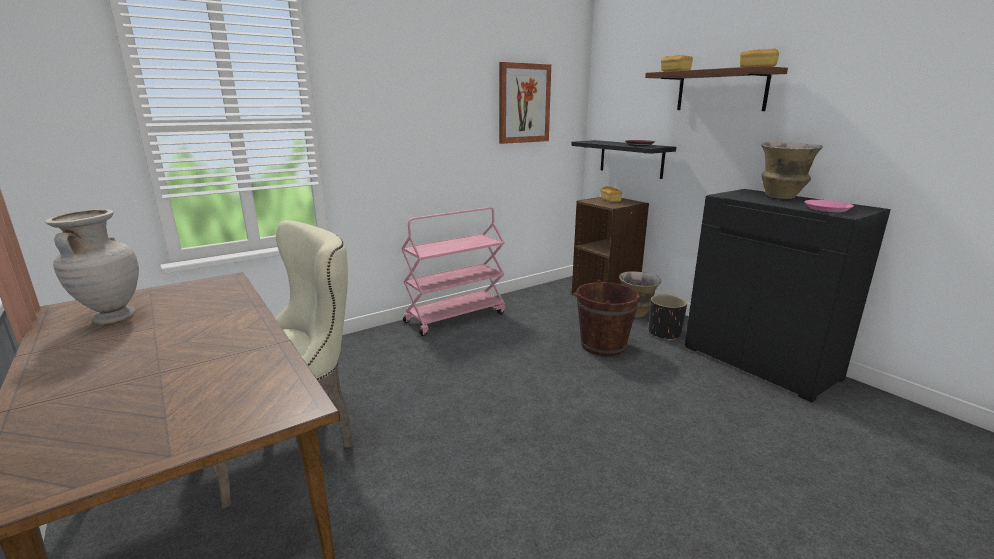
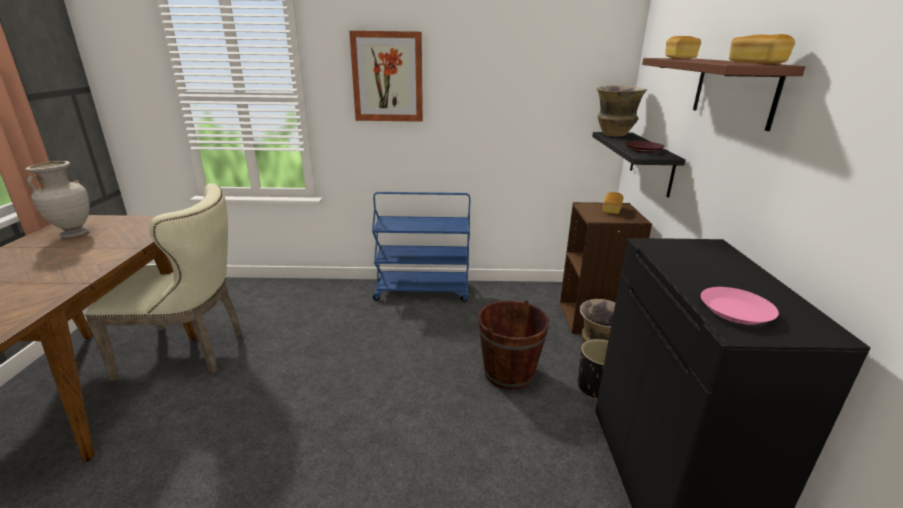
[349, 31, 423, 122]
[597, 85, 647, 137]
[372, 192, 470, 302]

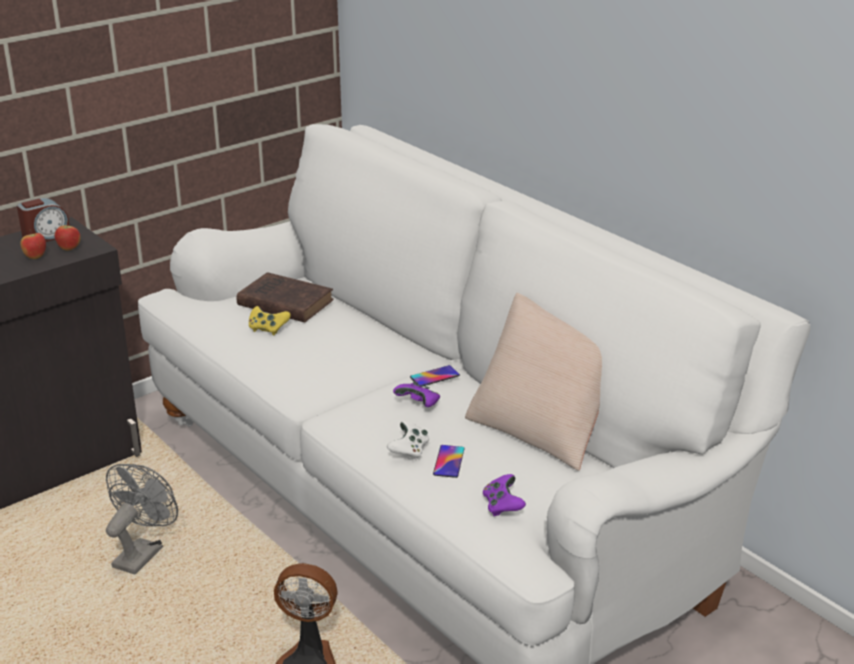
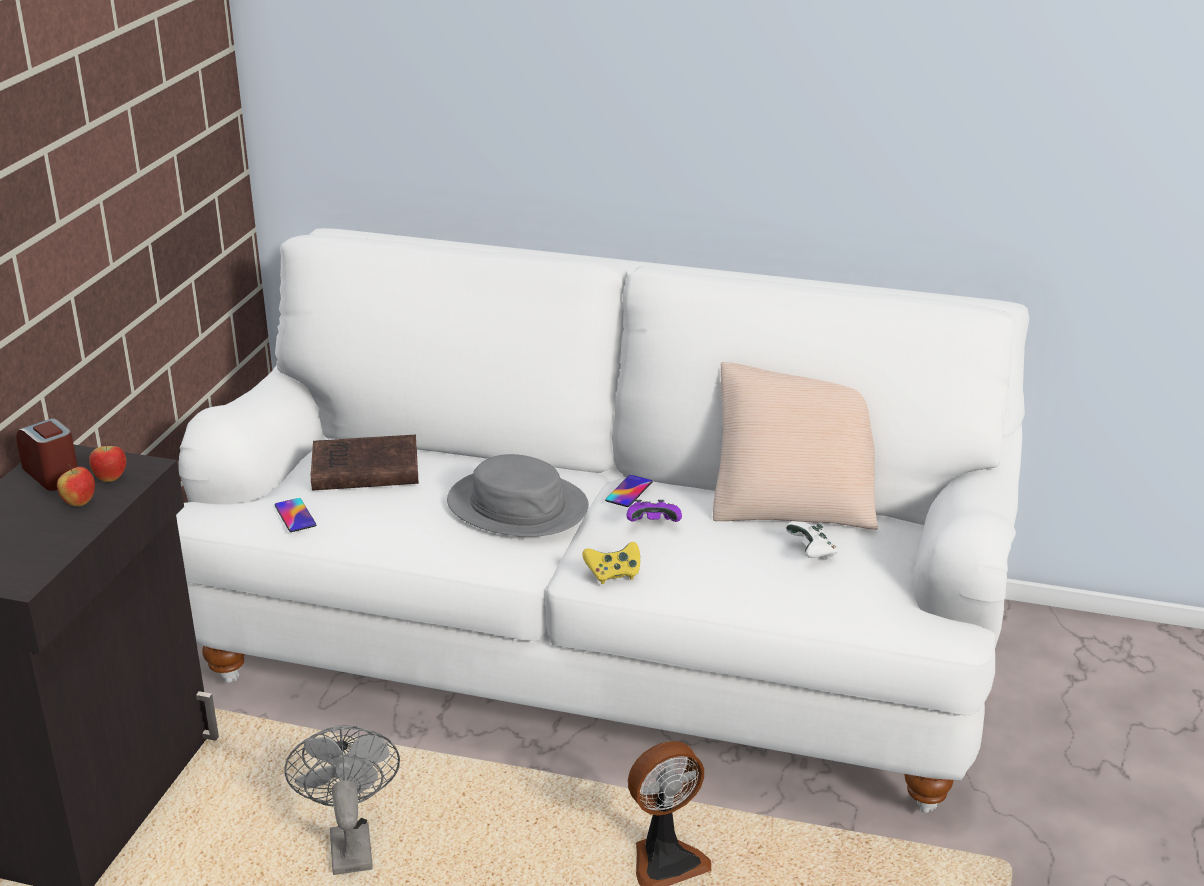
[483, 474, 526, 516] (first image)
[447, 454, 589, 537]
[582, 542, 640, 584]
[786, 521, 838, 560]
[274, 498, 316, 532]
[17, 418, 78, 491]

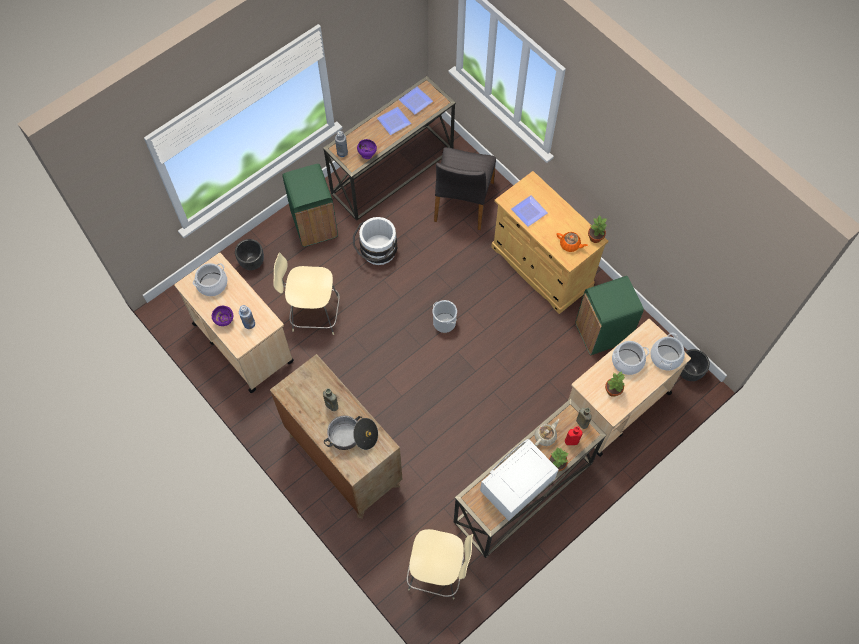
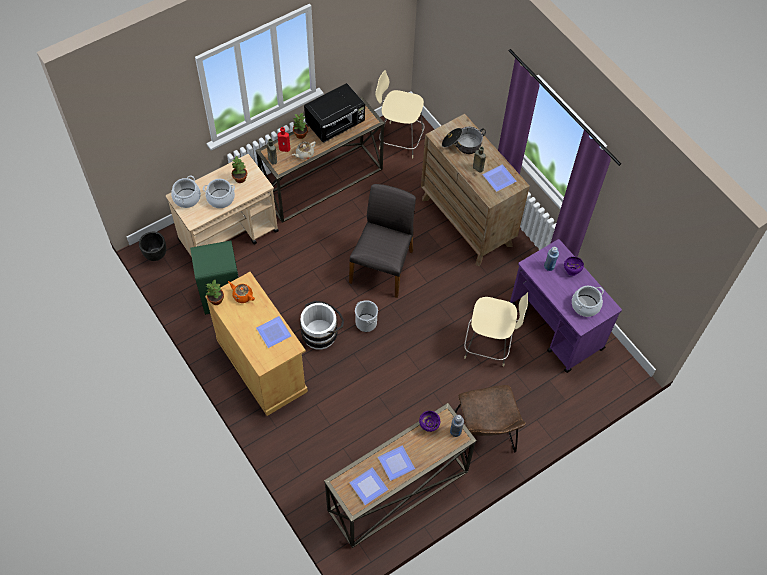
[235, 239, 264, 270] (first image)
[483, 164, 516, 192]
[300, 301, 344, 350]
[349, 184, 416, 298]
[455, 385, 525, 462]
[510, 239, 622, 373]
[304, 83, 365, 143]

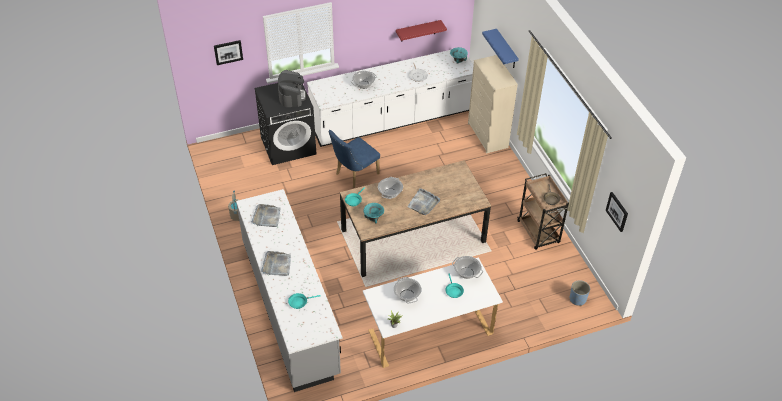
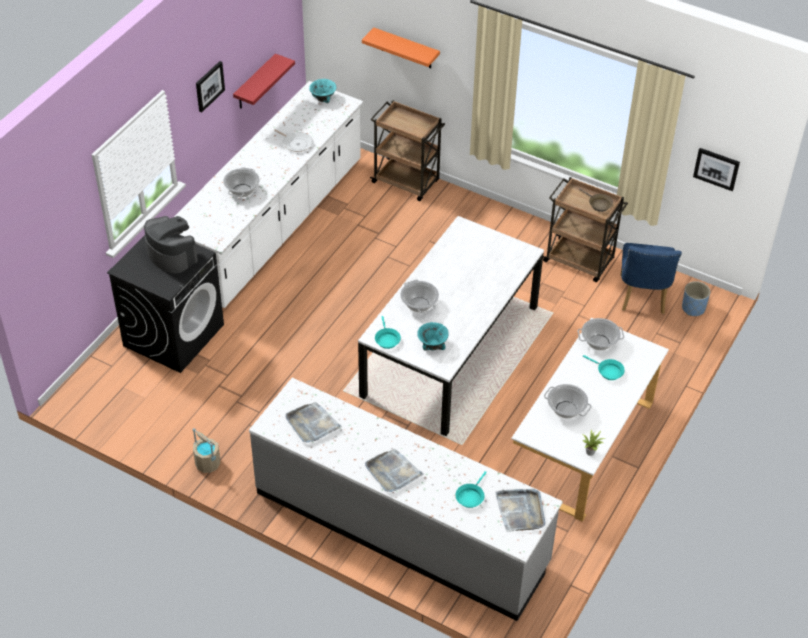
[196, 61, 225, 113]
[620, 243, 682, 314]
[495, 489, 545, 531]
[370, 100, 445, 201]
[358, 216, 544, 436]
[362, 28, 440, 68]

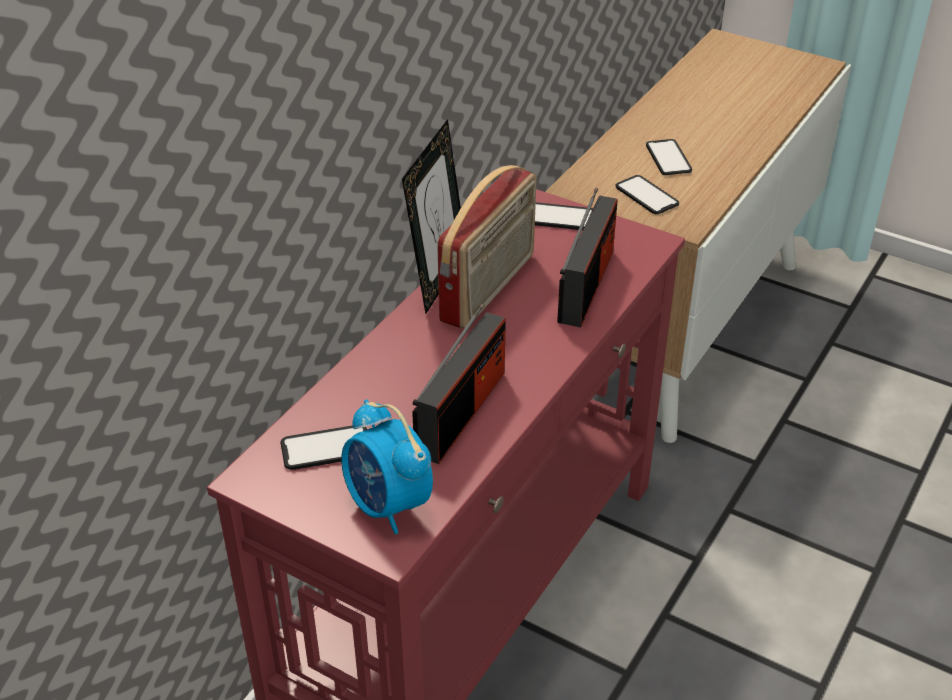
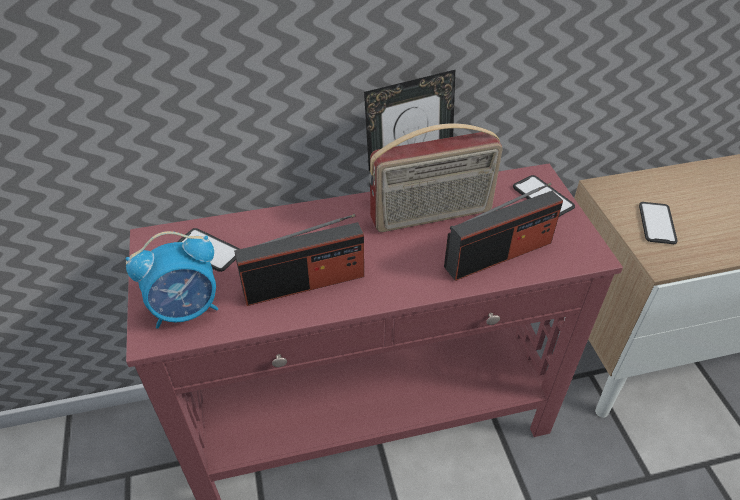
[646, 139, 692, 175] (first image)
[125, 231, 218, 329]

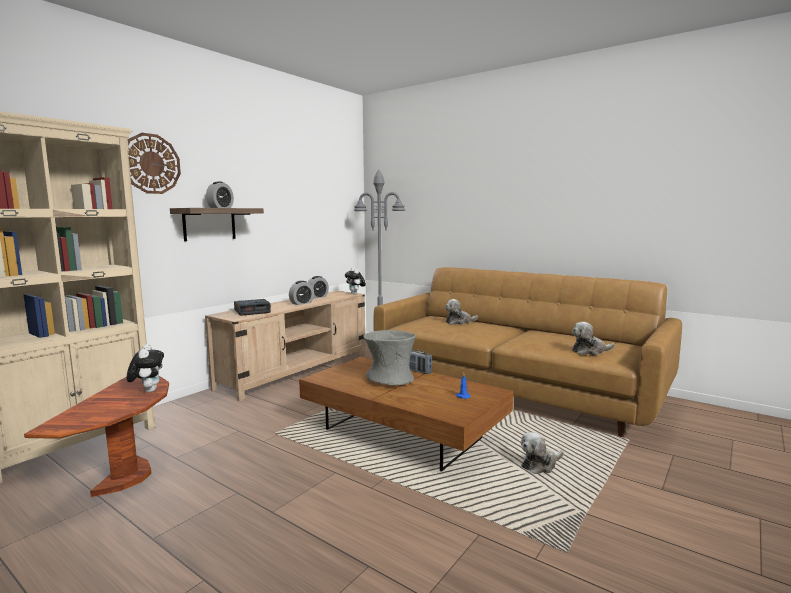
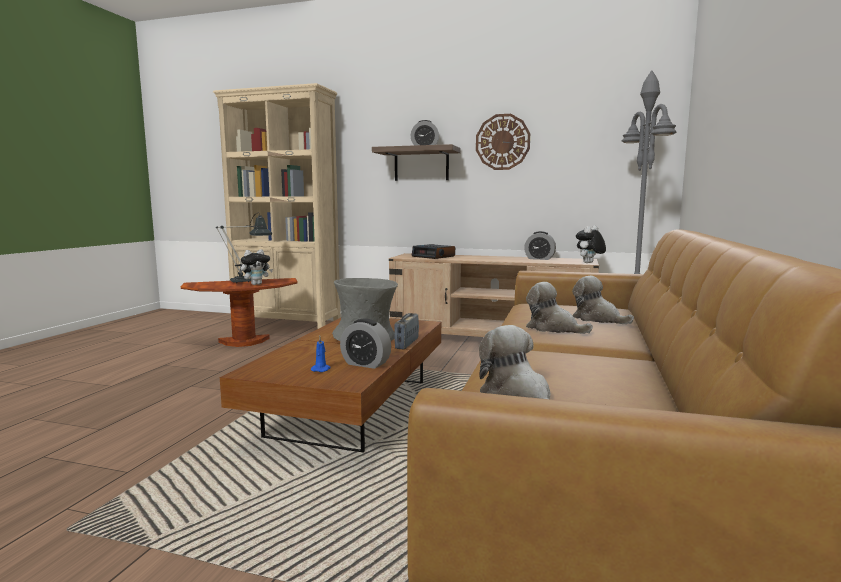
[216, 213, 272, 283]
[476, 114, 530, 170]
[340, 319, 391, 369]
[526, 282, 593, 334]

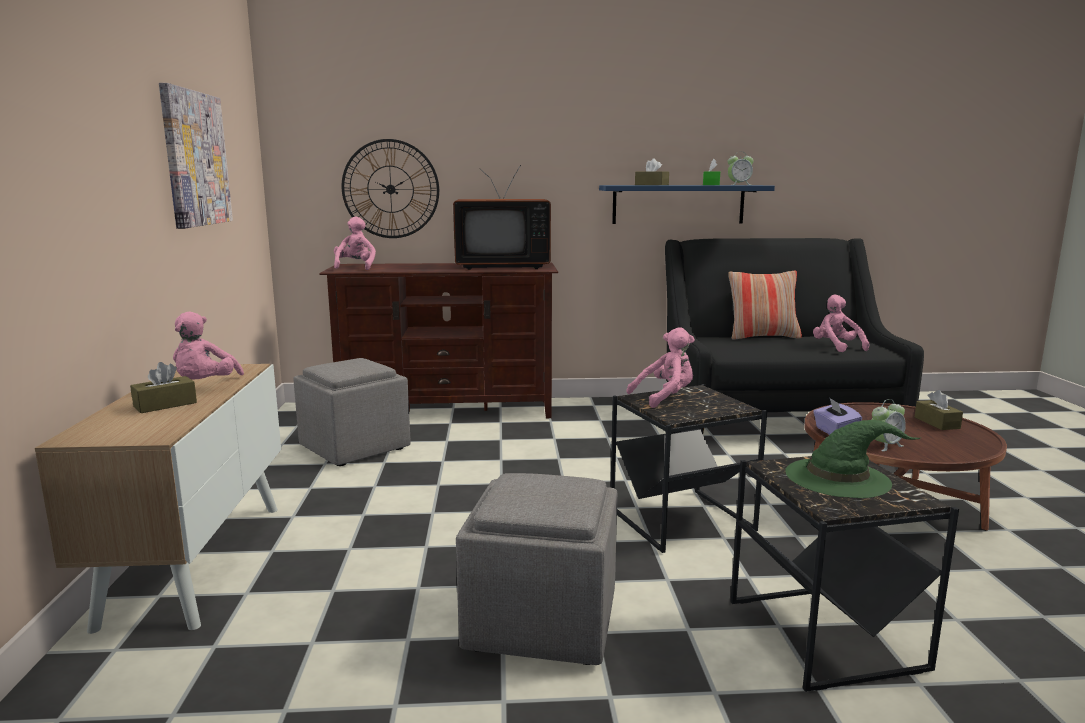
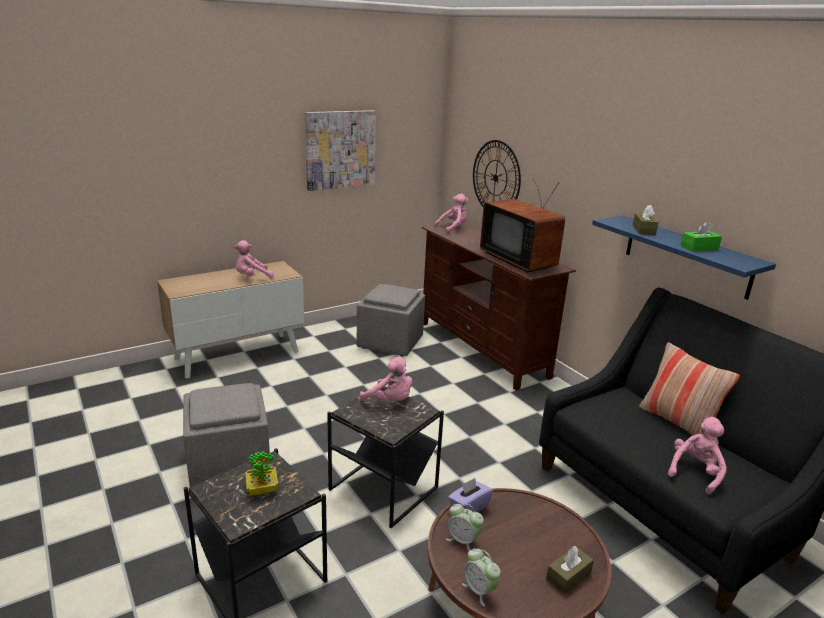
[130, 362, 197, 413] (first image)
[462, 548, 501, 607]
[245, 451, 278, 495]

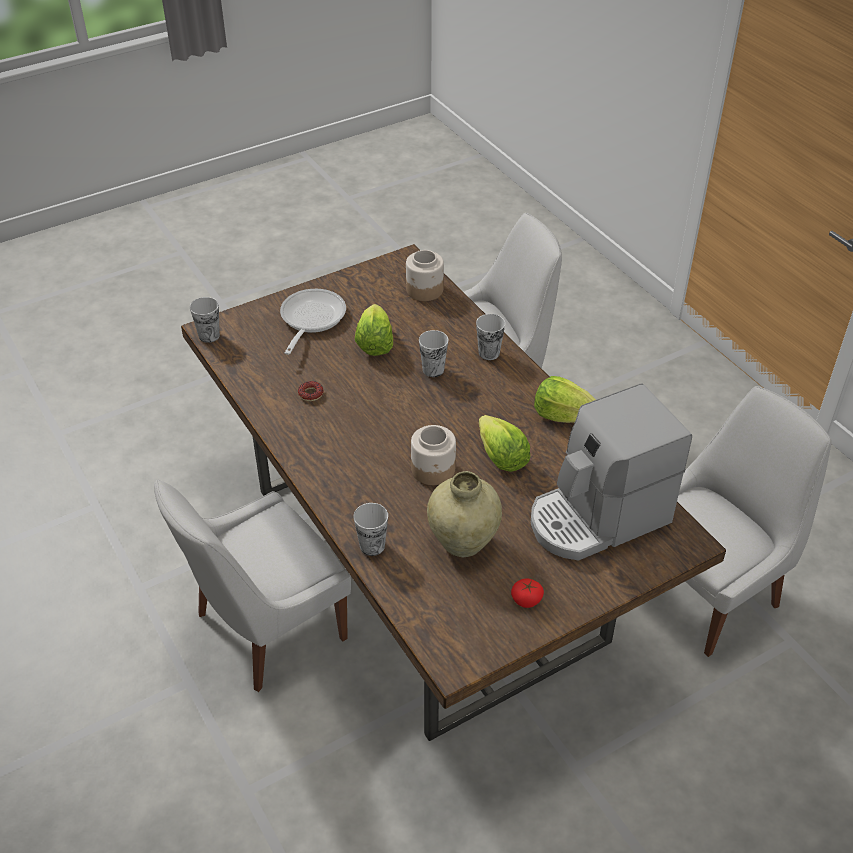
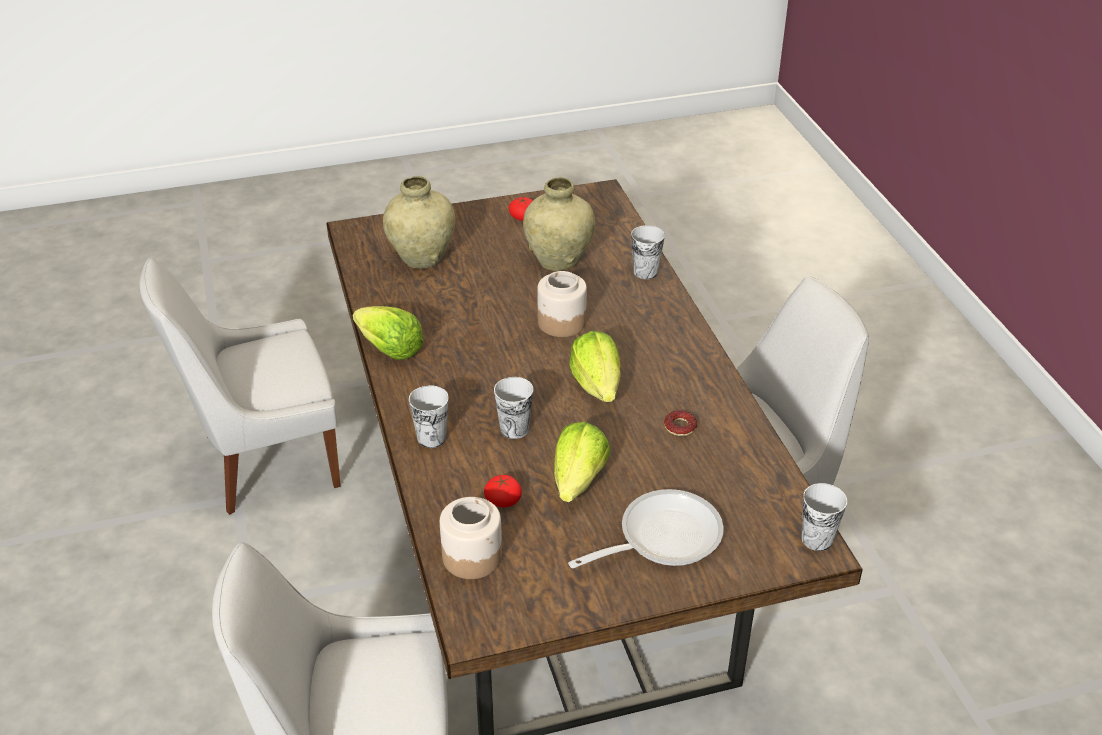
[484, 475, 522, 507]
[569, 331, 621, 402]
[383, 176, 455, 269]
[568, 489, 724, 568]

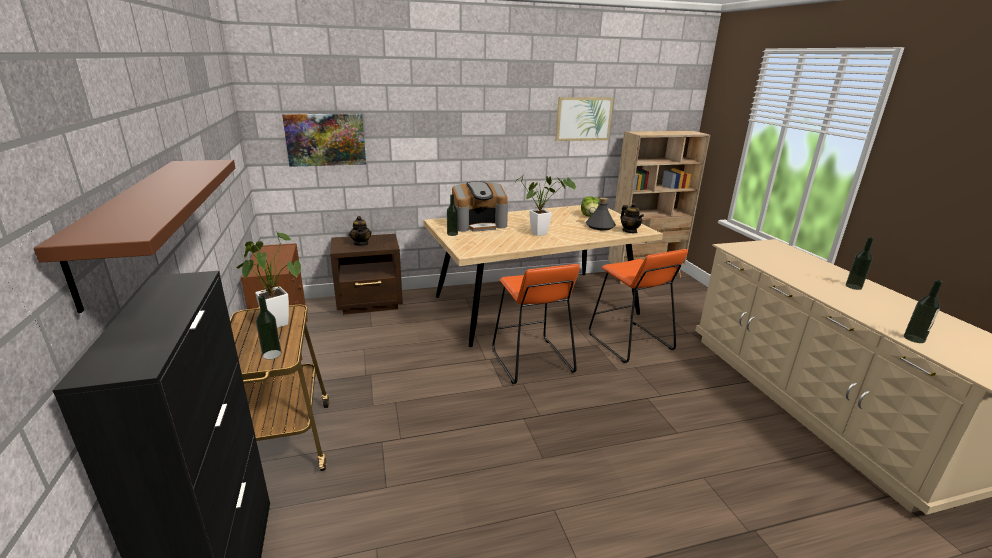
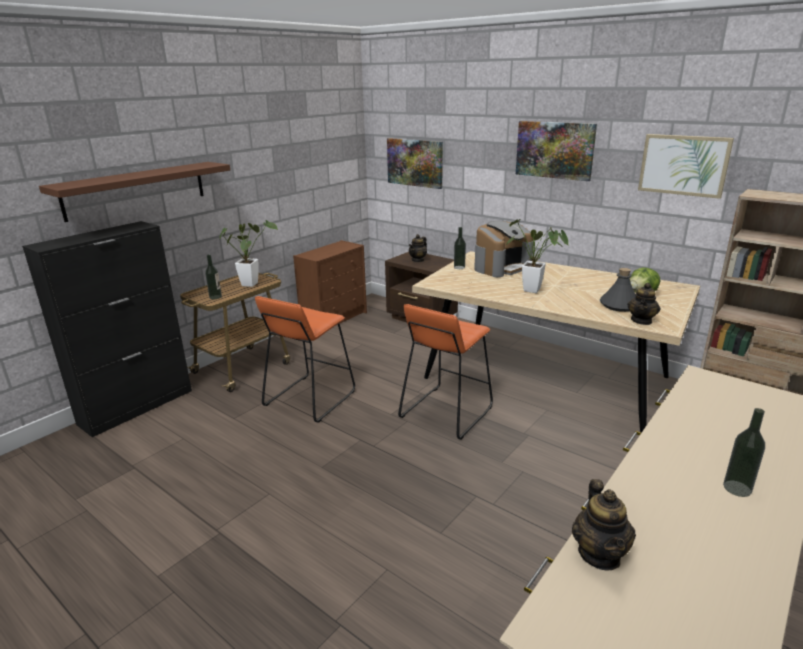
[516, 121, 597, 181]
[255, 296, 355, 423]
[572, 479, 636, 571]
[474, 221, 533, 277]

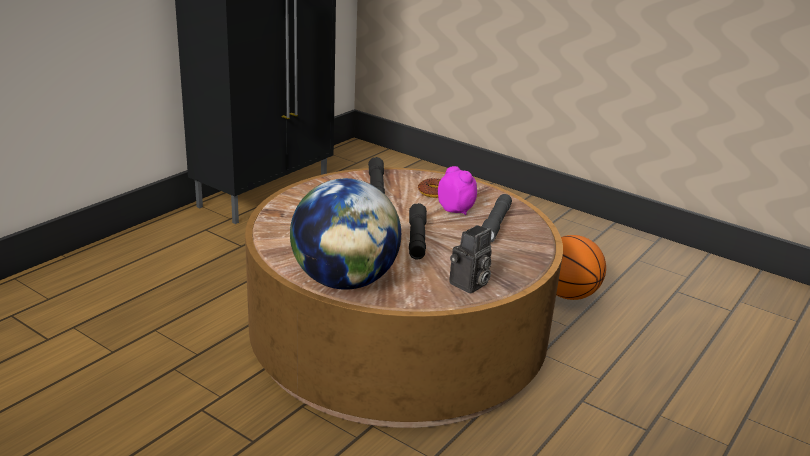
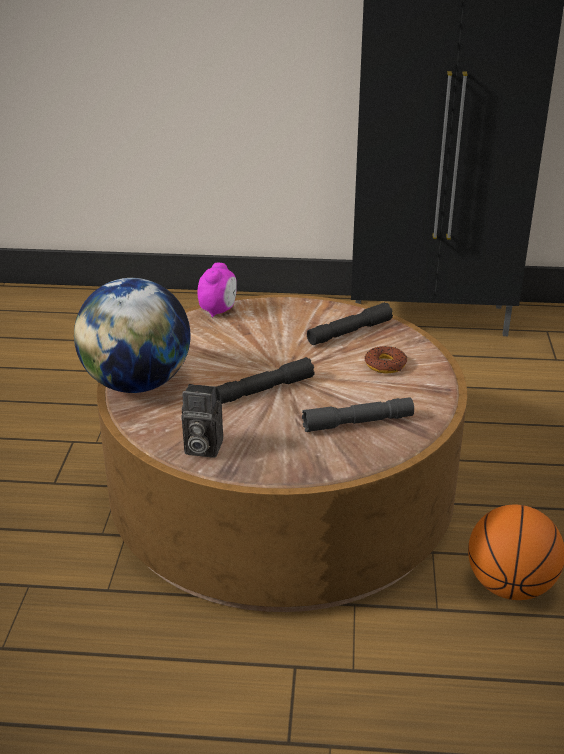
[198, 263, 237, 317]

